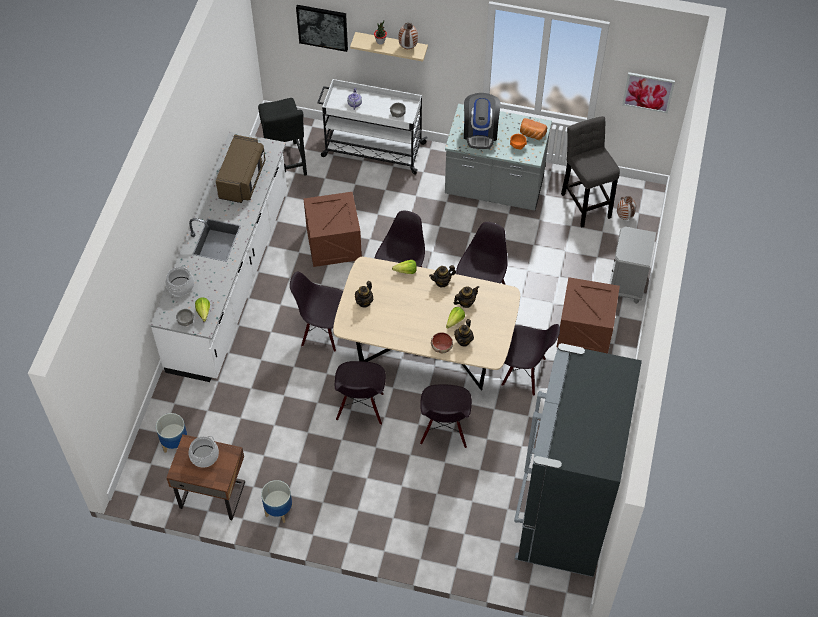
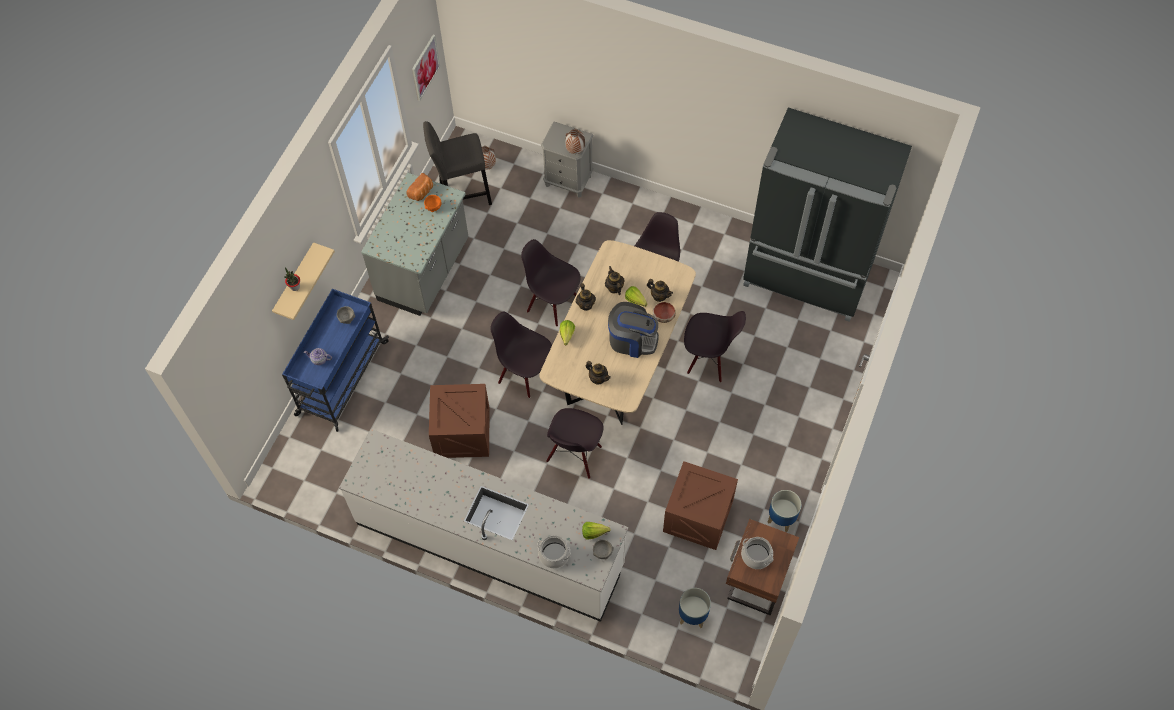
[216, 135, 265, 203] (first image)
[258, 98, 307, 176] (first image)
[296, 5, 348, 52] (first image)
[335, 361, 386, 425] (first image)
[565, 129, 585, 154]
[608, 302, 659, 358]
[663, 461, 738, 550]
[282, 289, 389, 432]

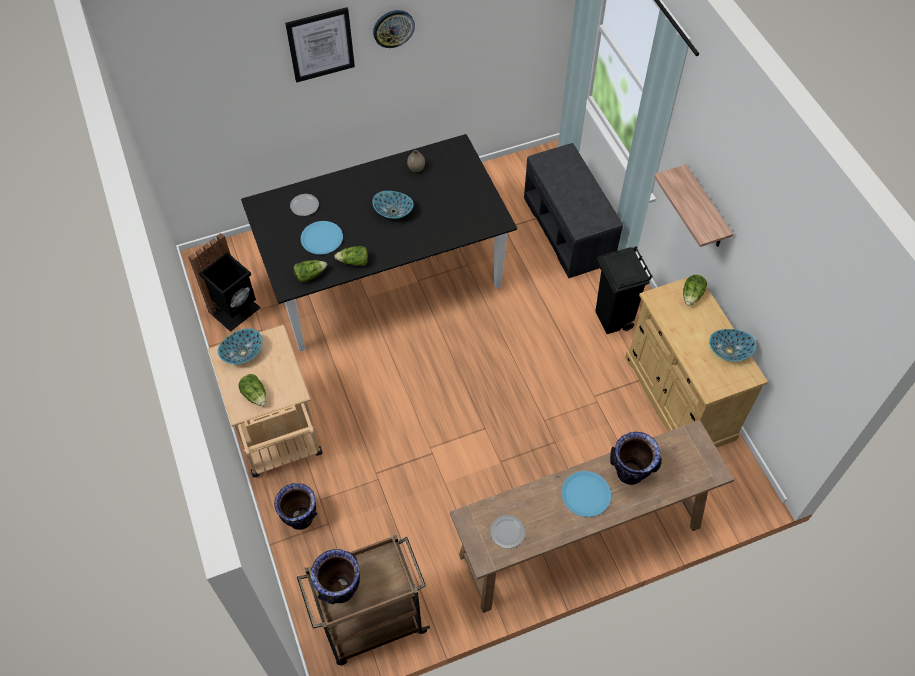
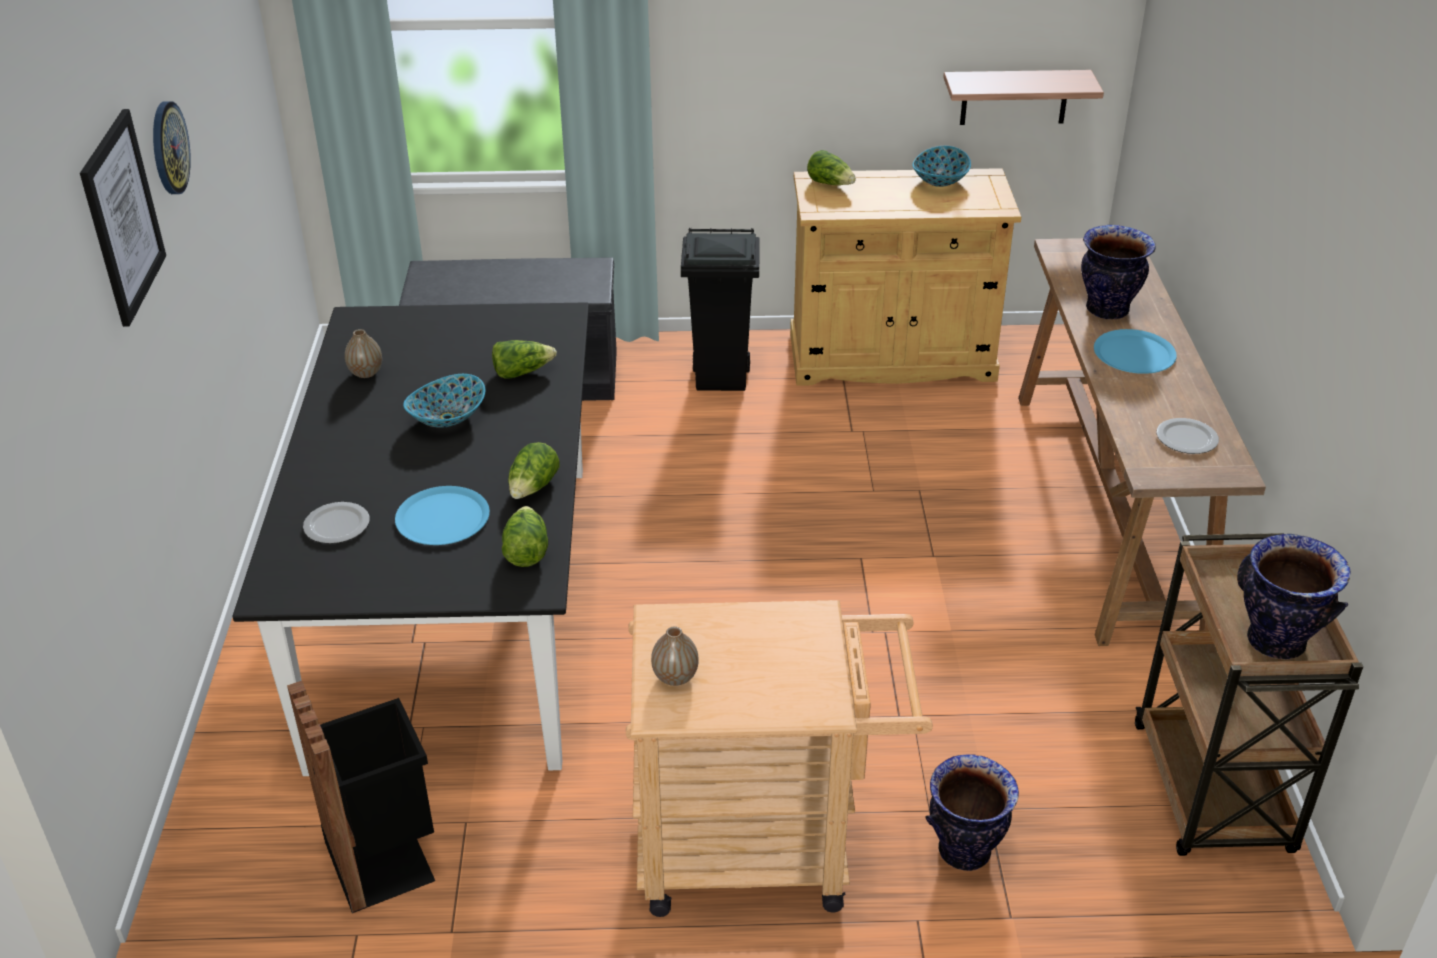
[492, 340, 557, 379]
[943, 70, 1104, 125]
[651, 626, 699, 686]

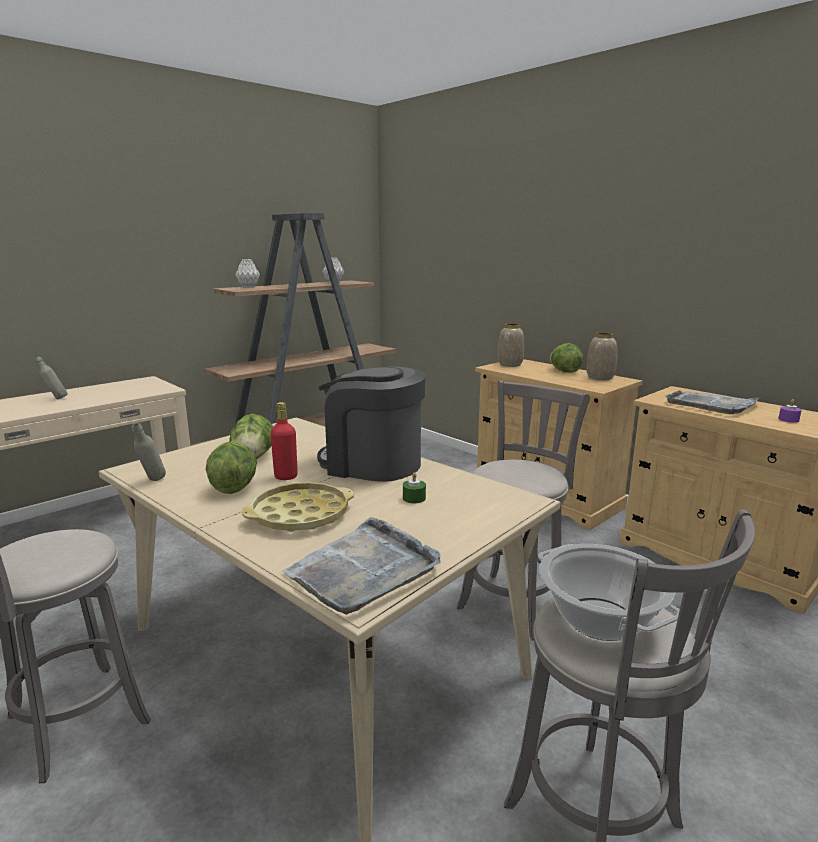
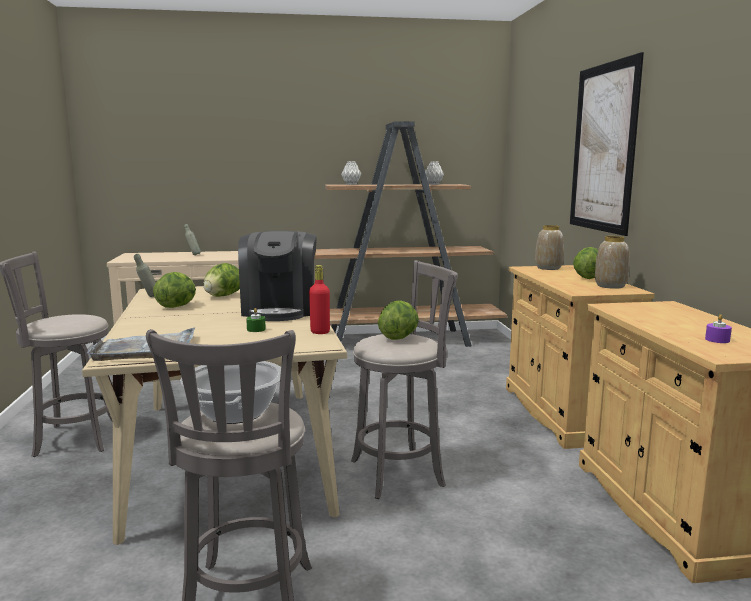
[242, 482, 354, 532] (first image)
[666, 390, 760, 414] (first image)
[378, 300, 419, 340]
[570, 52, 644, 236]
[309, 265, 330, 334]
[238, 231, 317, 321]

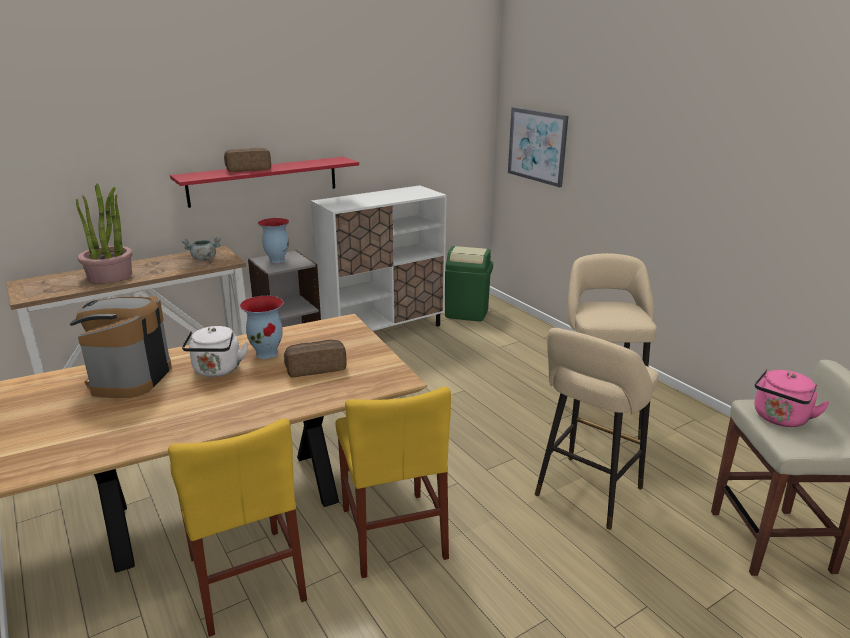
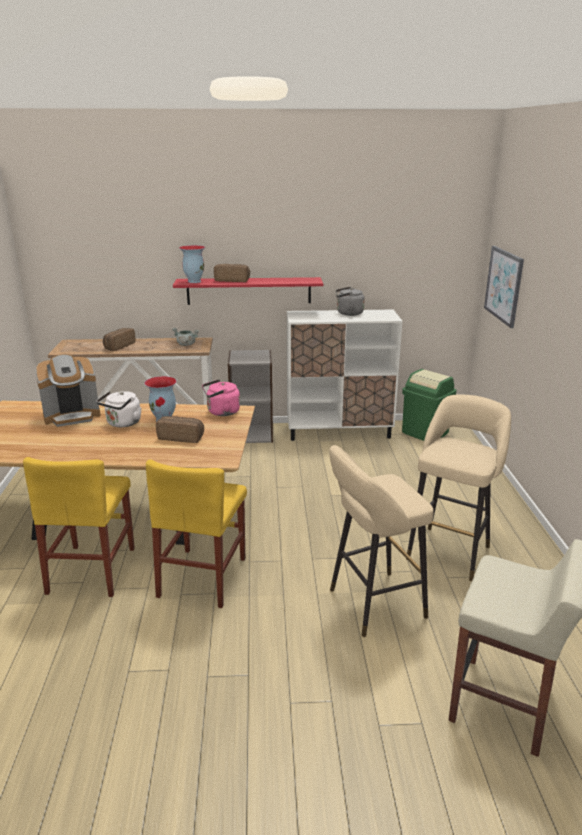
[336, 287, 365, 316]
[179, 245, 205, 283]
[202, 379, 240, 416]
[103, 328, 135, 351]
[36, 354, 100, 427]

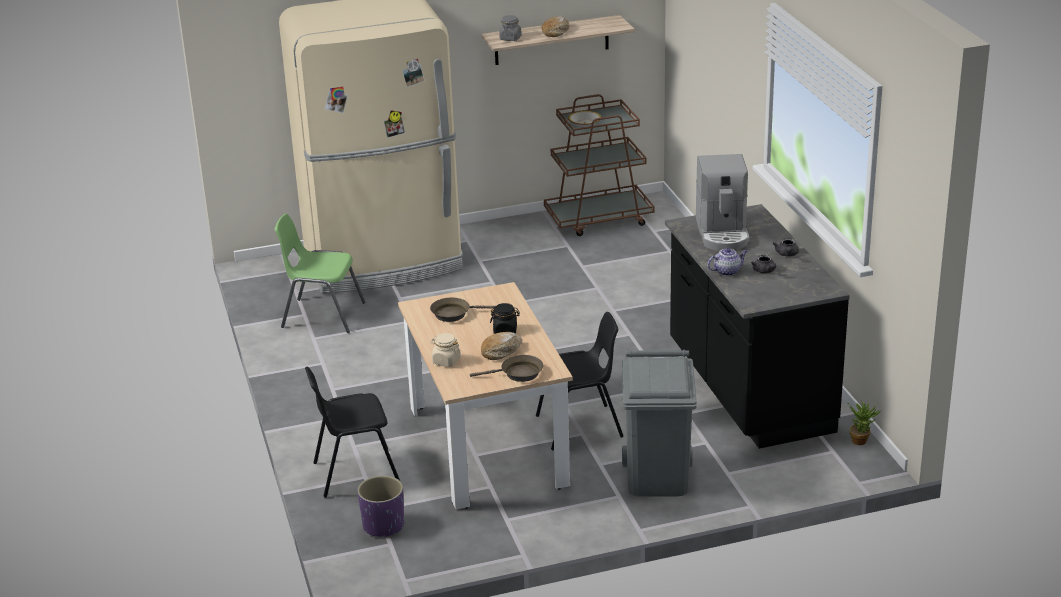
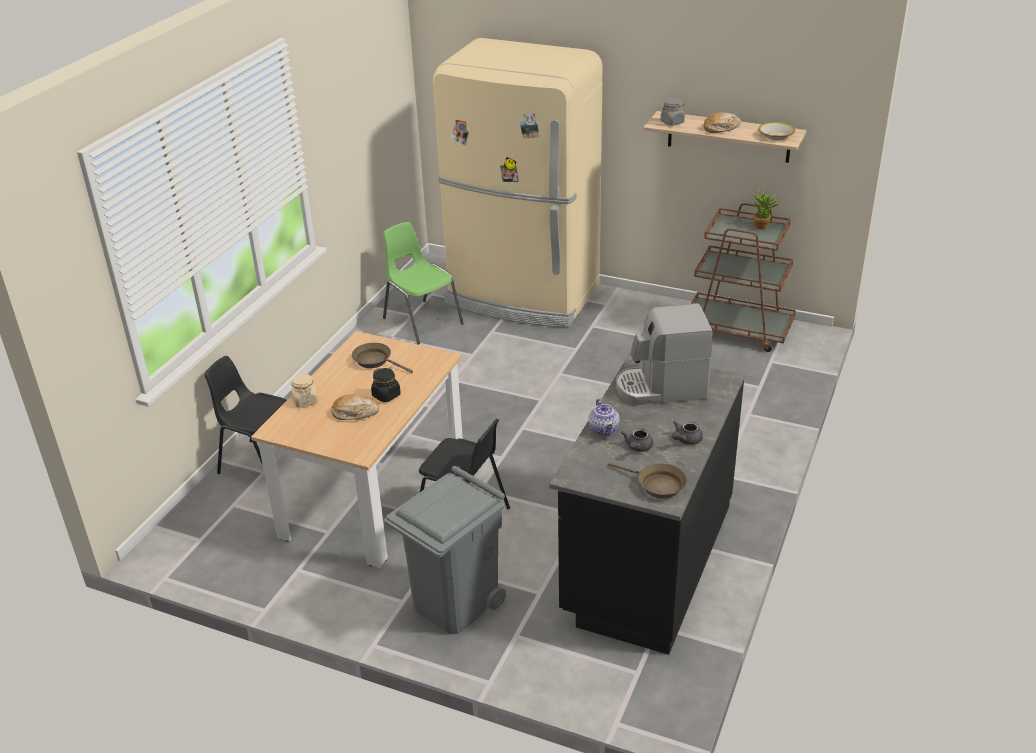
[357, 476, 404, 538] (first image)
[608, 462, 687, 499]
[758, 122, 795, 140]
[753, 189, 780, 229]
[616, 303, 713, 405]
[588, 399, 620, 436]

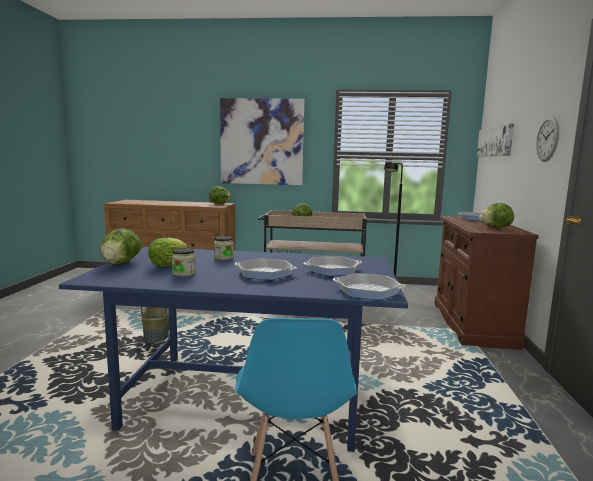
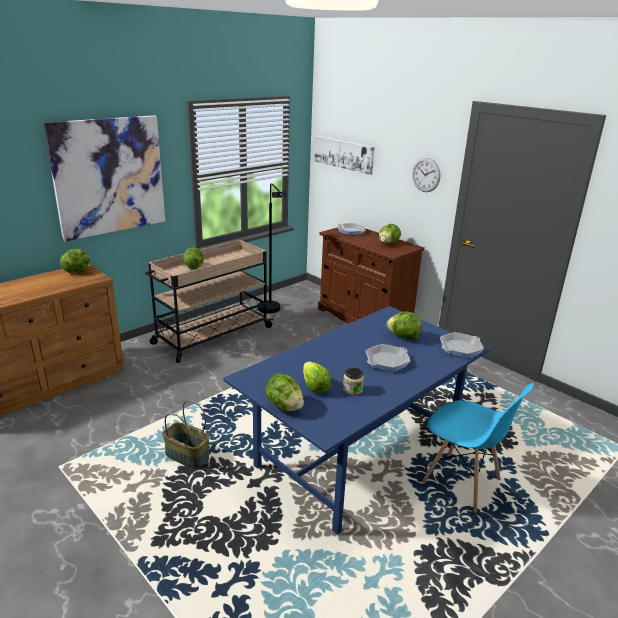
[214, 236, 234, 260] (first image)
[387, 312, 422, 340]

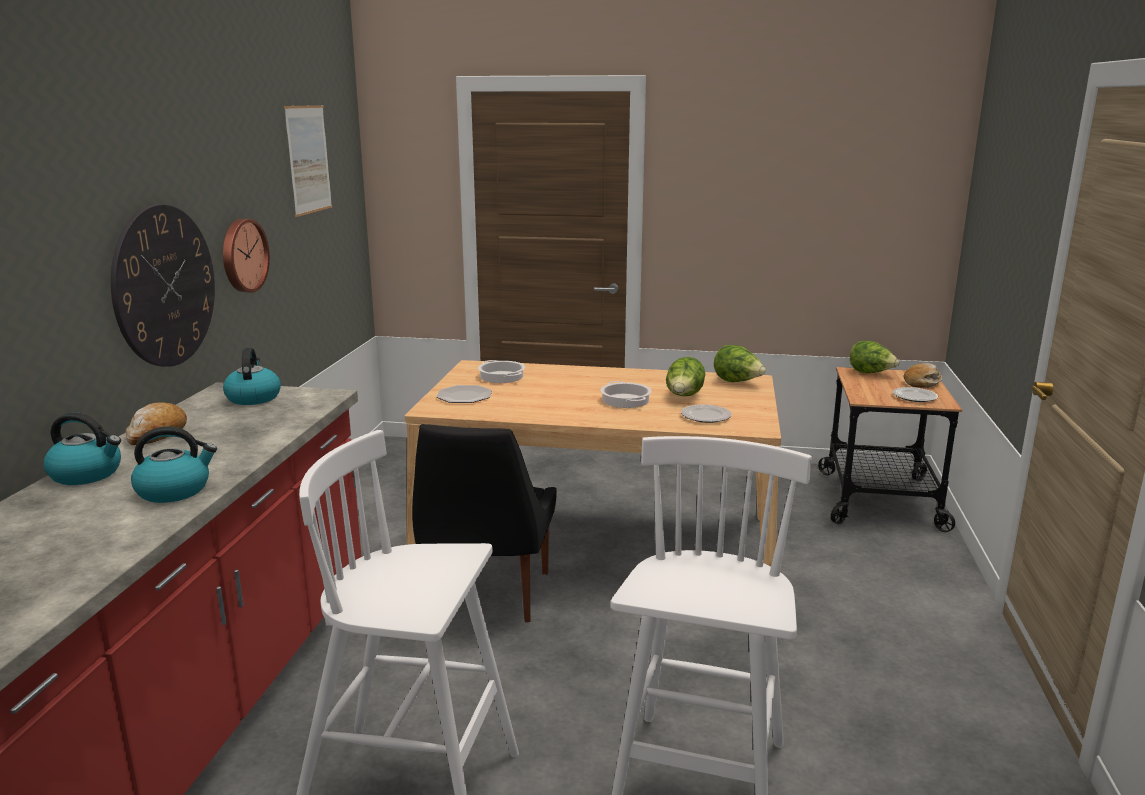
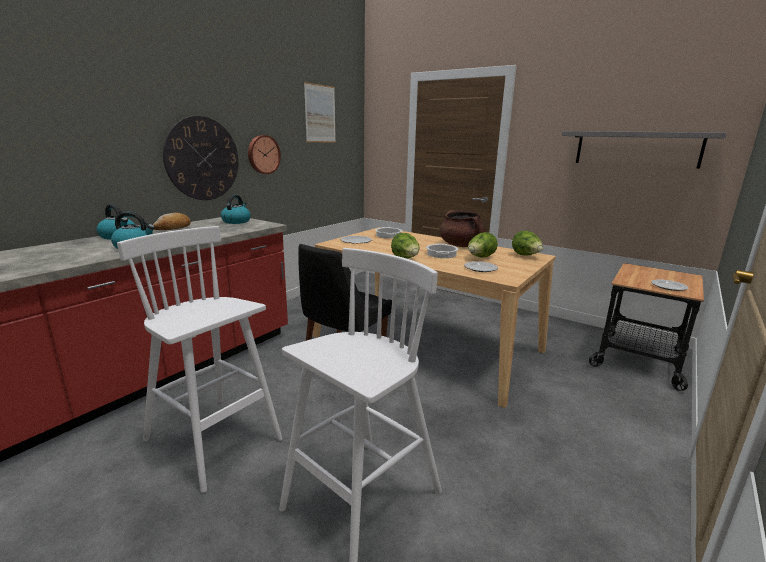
[903, 363, 942, 388] (first image)
[440, 210, 485, 247]
[562, 131, 727, 169]
[391, 233, 420, 259]

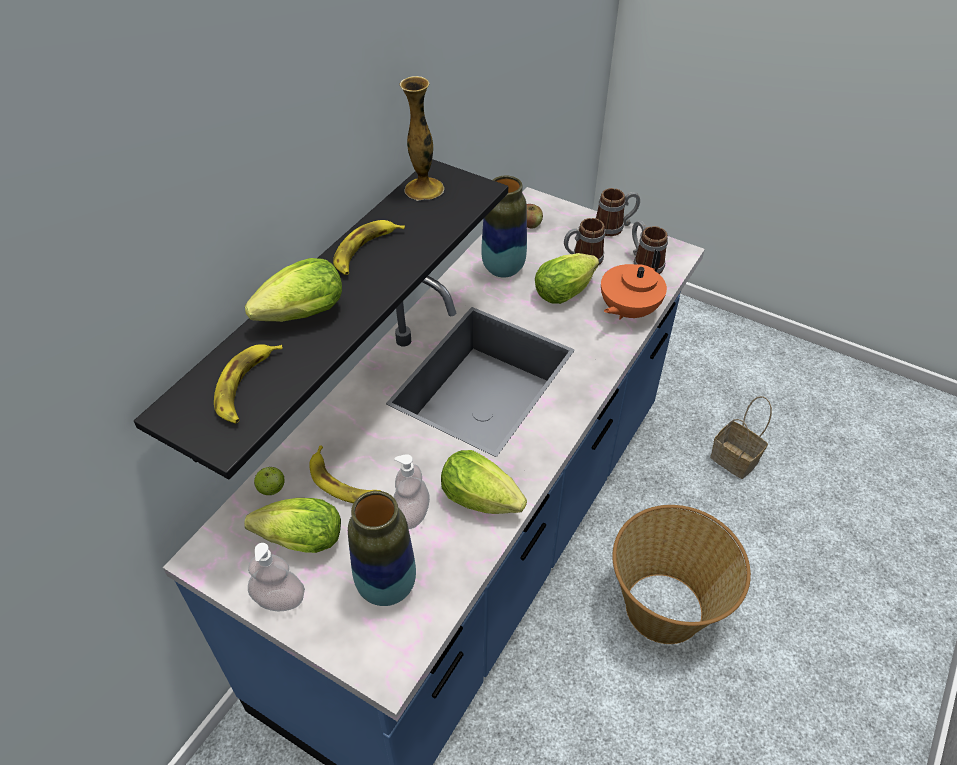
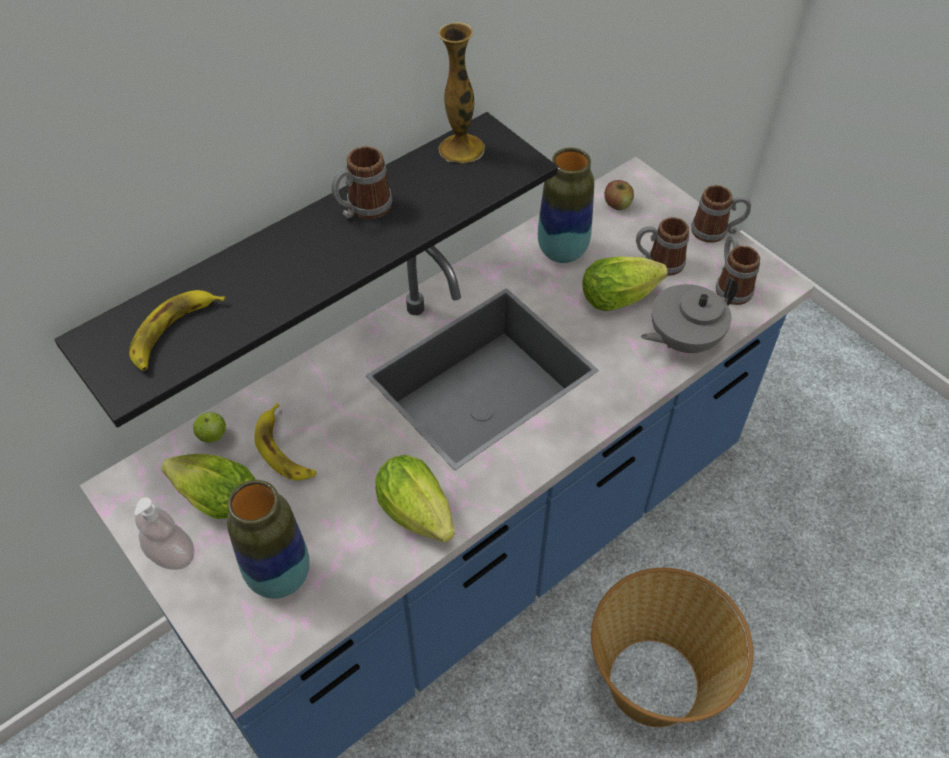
[245, 258, 342, 322] (first image)
[394, 454, 430, 529] (first image)
[710, 396, 772, 479] (first image)
[331, 146, 392, 219]
[641, 277, 738, 353]

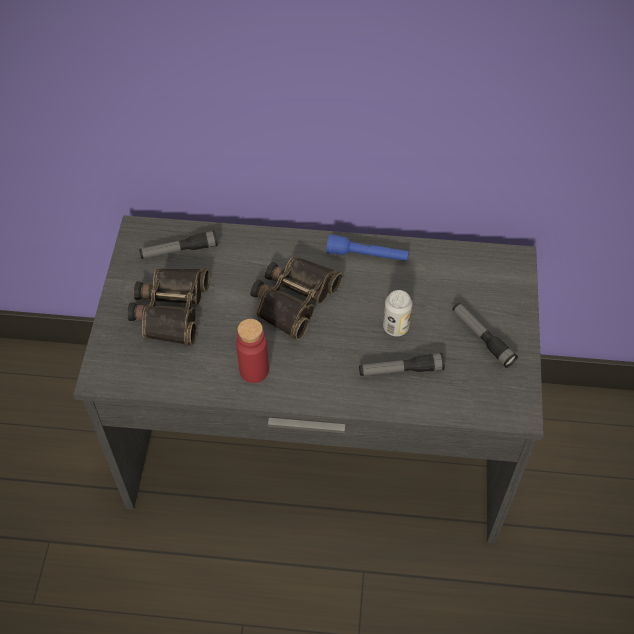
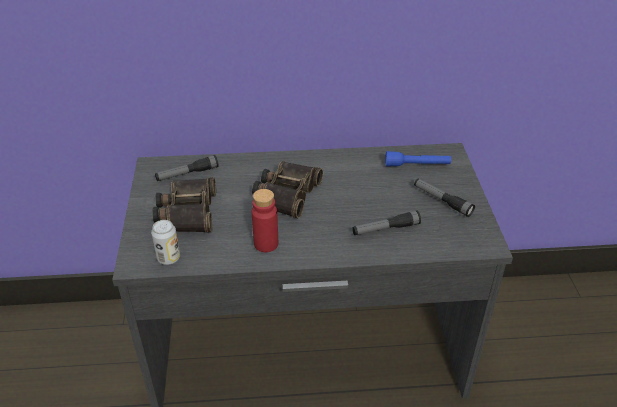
[385, 151, 451, 167]
[151, 220, 180, 265]

